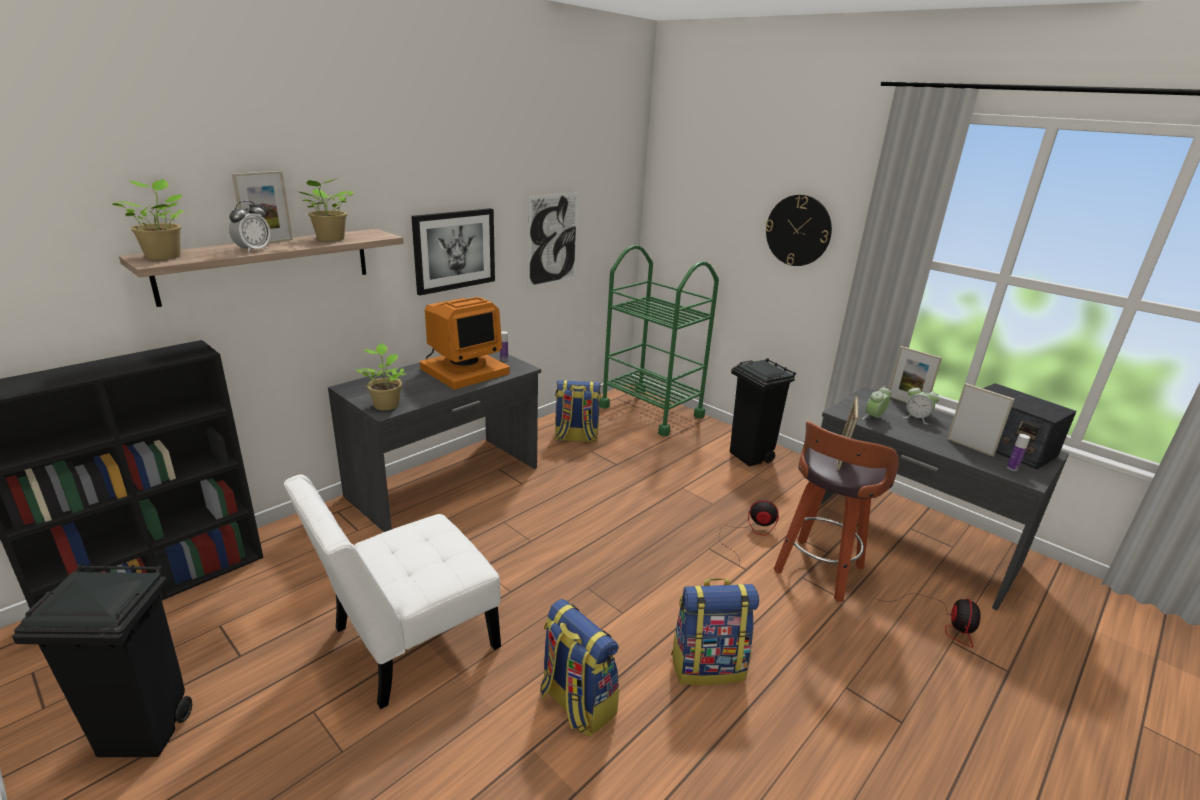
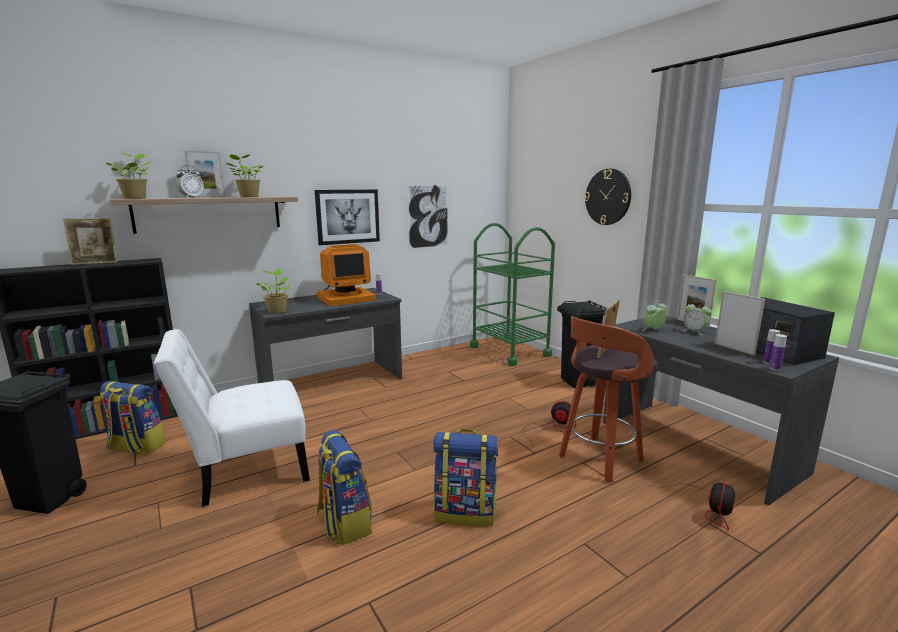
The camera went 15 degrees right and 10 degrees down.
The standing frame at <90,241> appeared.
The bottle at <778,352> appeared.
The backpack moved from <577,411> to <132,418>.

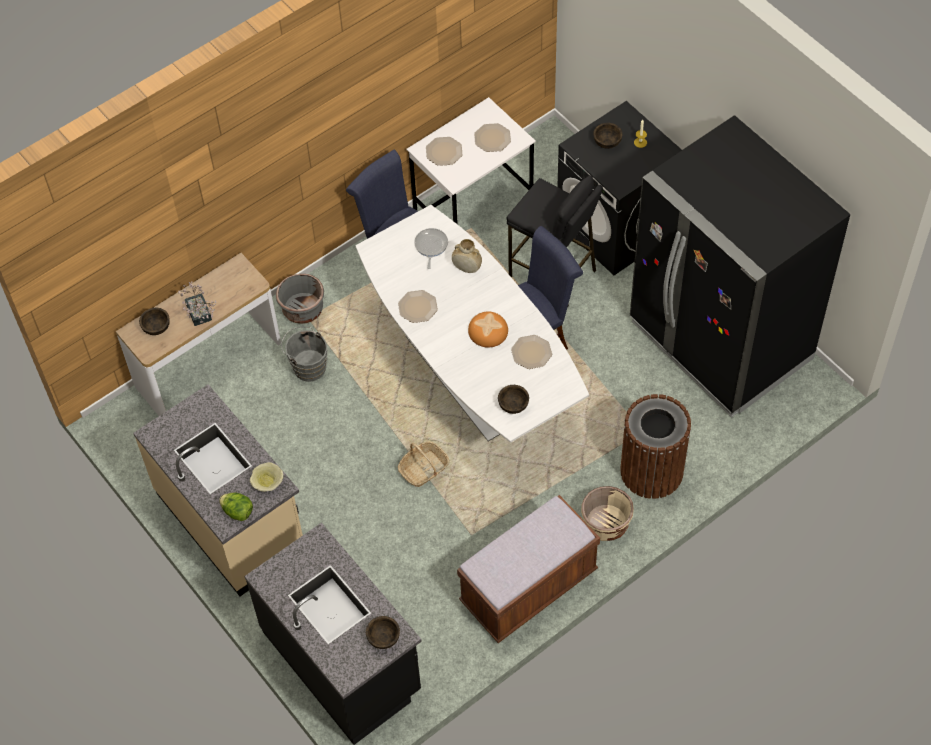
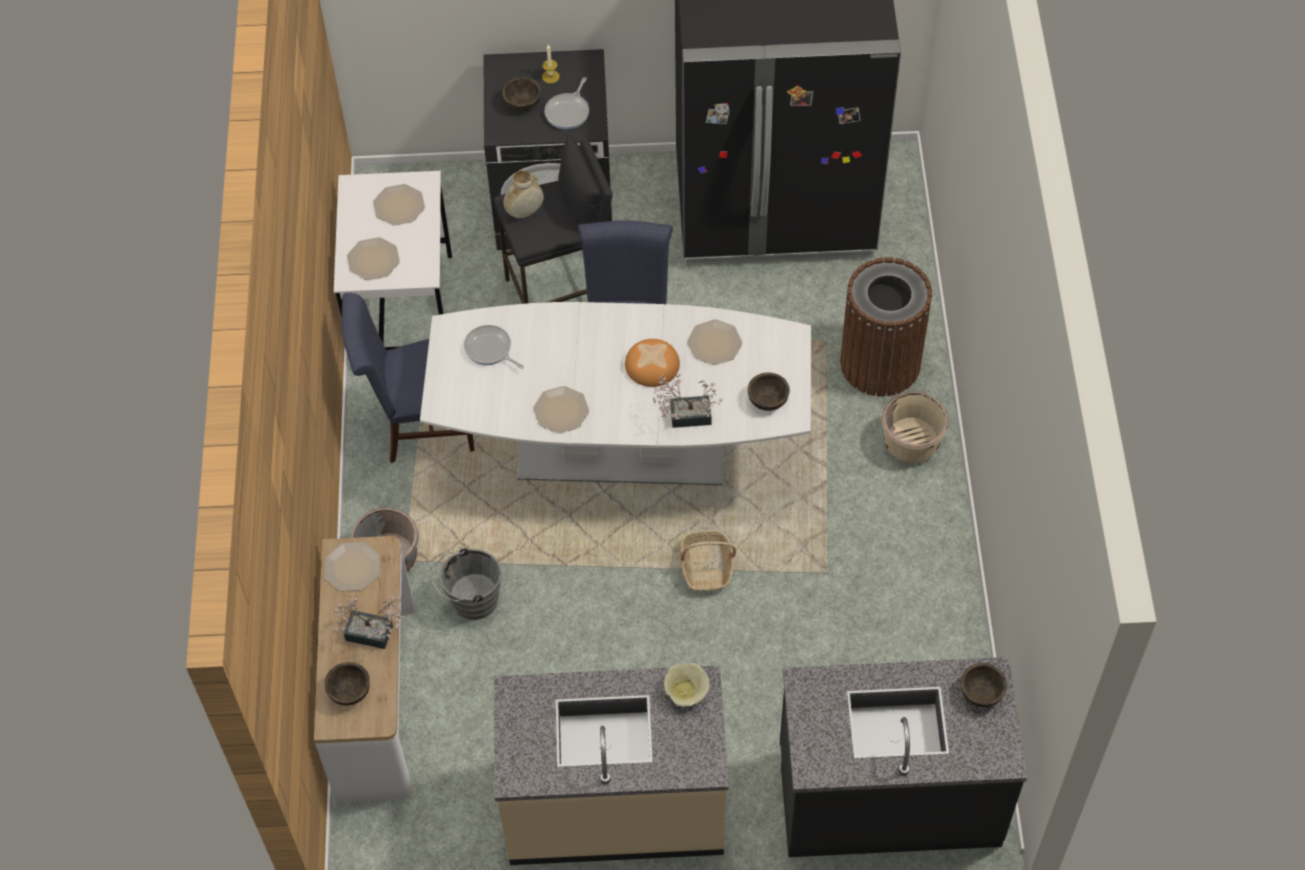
The camera went 55 degrees left and 0 degrees up.
The lettuce head at <236,507> disappeared.
The brown-coloured long seat at <528,569> disappeared.
The plate at <352,566> appeared.
The pan at <566,103> appeared.
The plant in a pot at <687,401> appeared.
The beige flower vase moved from <467,256> to <523,194>.

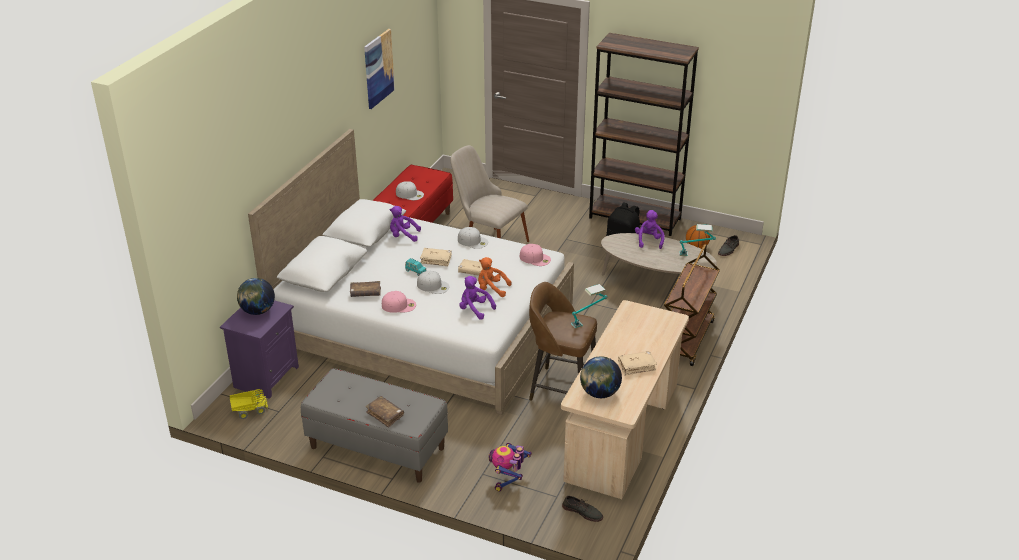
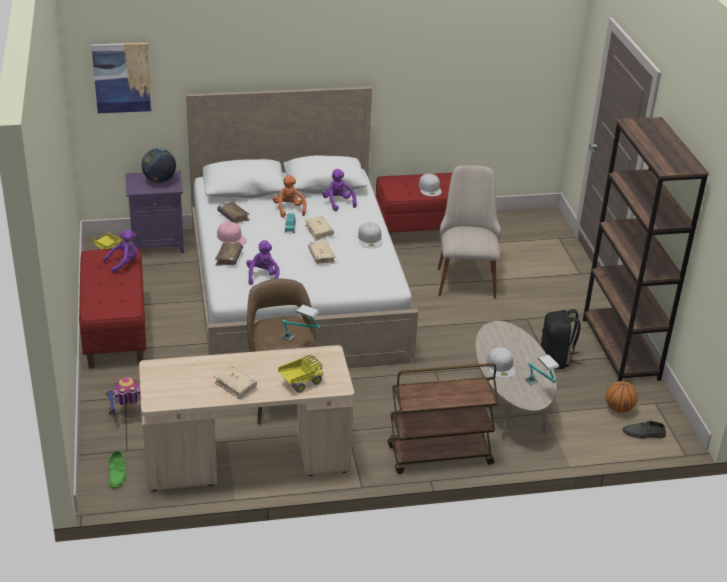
The camera went 55 degrees right and 0 degrees up.
The pink-coloured cap at <535,255> disappeared.
The world globe at <601,377> disappeared.
The model truck at <300,374> appeared.
The wall art moved from <379,69> to <121,78>.
The brown-coloured book moved from <384,412> to <229,254>.
The white cap moved from <433,282> to <501,362>.
The orange-coloured plush toy moved from <495,277> to <289,196>.
The purple plush toy moved from <650,229> to <120,251>.
The gray long seat at <374,425> became the red-coloured long seat at <112,308>.
The gray shoe at <582,509> became the greenish shoe at <117,469>.

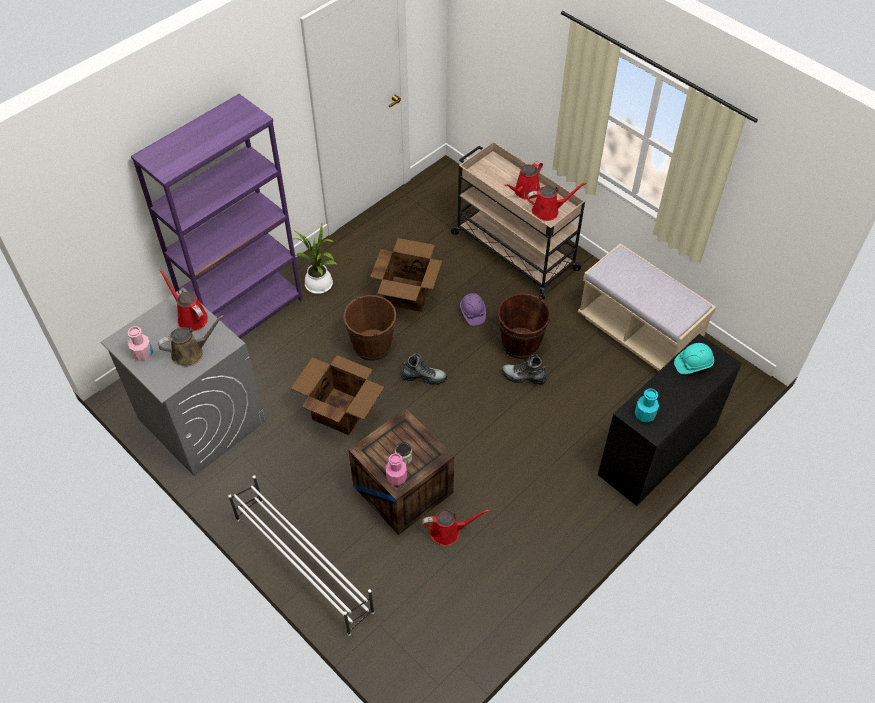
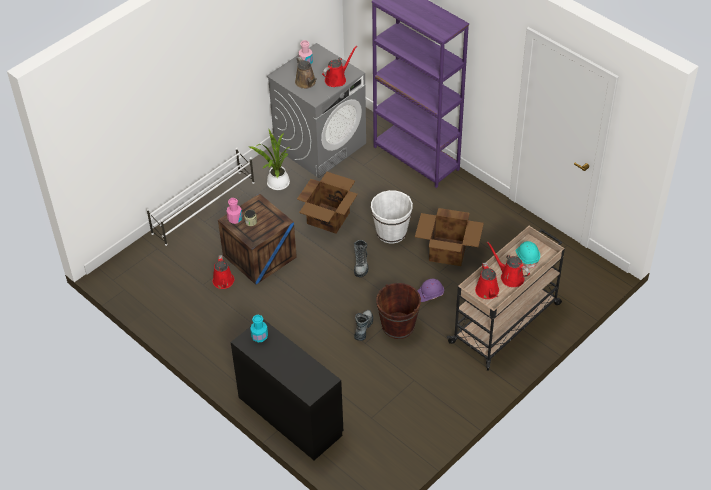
The camera went 90 degrees right and 5 degrees down.
The beige long seat at <647,307> disappeared.
The plant in a pot moved from <314,258> to <270,159>.
The turquoise work helmet moved from <694,358> to <528,254>.
The brown-coloured bucket at <369,328> became the white bucket at <392,216>.

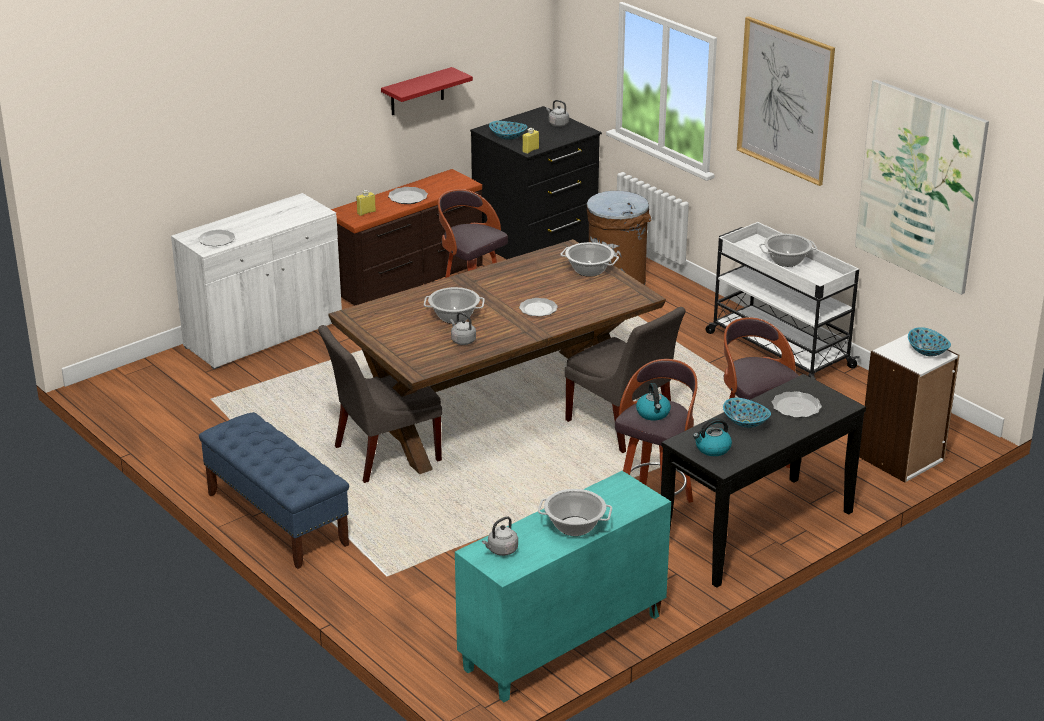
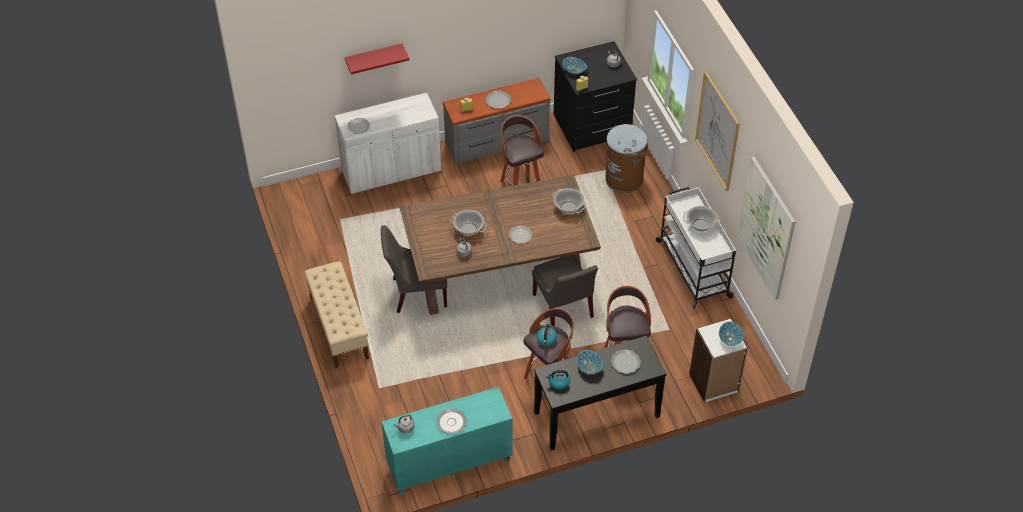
The camera went 20 degrees right and 20 degrees up.
The red-coloured wall shelf moved from <427,91> to <376,59>.
The stockpot at <575,512> was replaced by the plate at <451,421>.
The bluish long seat at <274,490> became the beige long seat at <336,314>.
The brown-coloured dresser at <407,237> became the gray dresser at <497,121>.

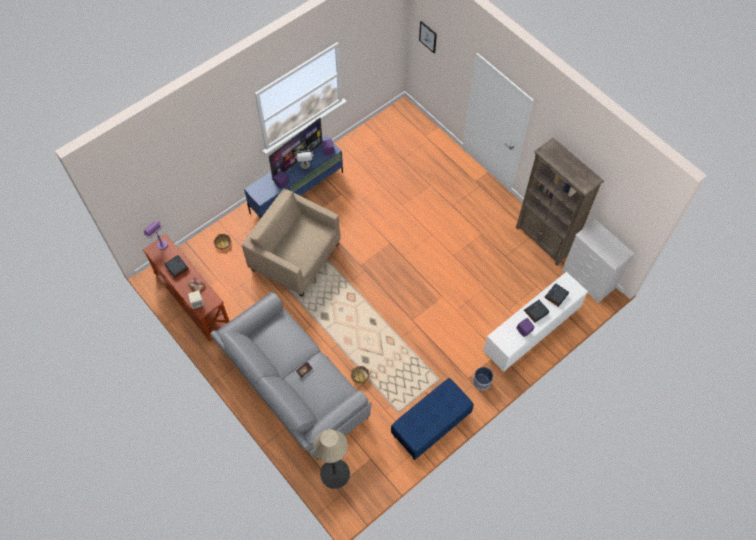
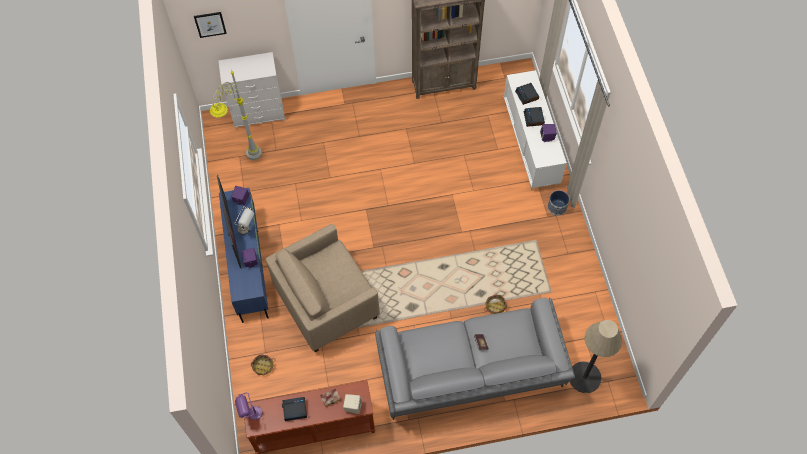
The camera went 60 degrees left and 0 degrees up.
The bluish long seat at <432,419> disappeared.
The gray standard lamp at <236,114> appeared.
The white dresser moved from <598,261> to <251,91>.

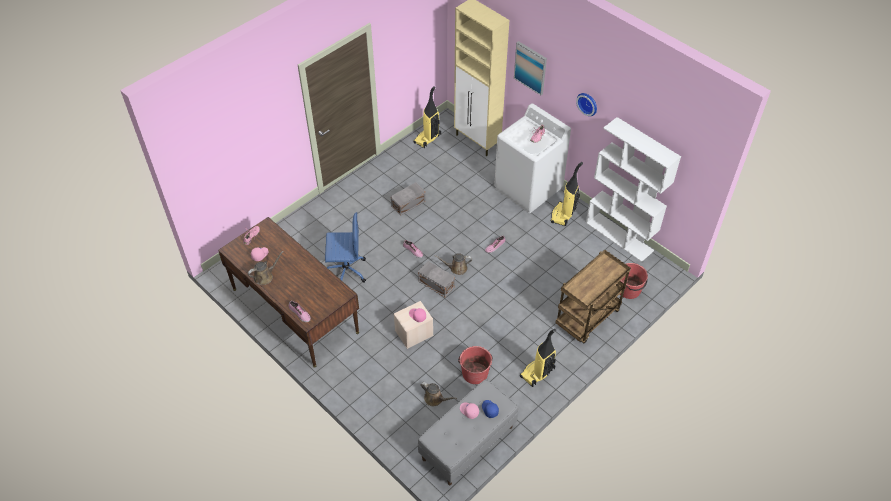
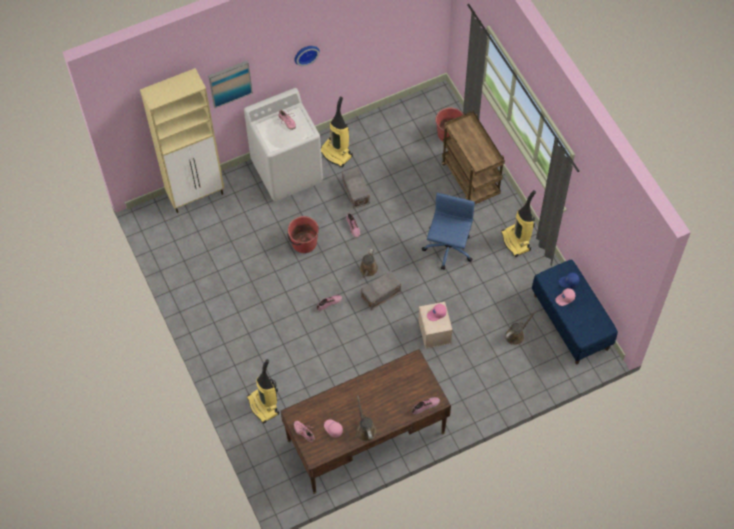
The camera went 70 degrees left and 10 degrees up.
The white bookshelf at <633,189> disappeared.
The bluish computer chair moved from <345,247> to <448,231>.
The gray storage container moved from <408,199> to <356,188>.
The vacuum moved from <427,117> to <263,391>.
The red-coloured bucket moved from <475,365> to <303,234>.
The gray long seat at <468,432> became the bluish long seat at <575,311>.

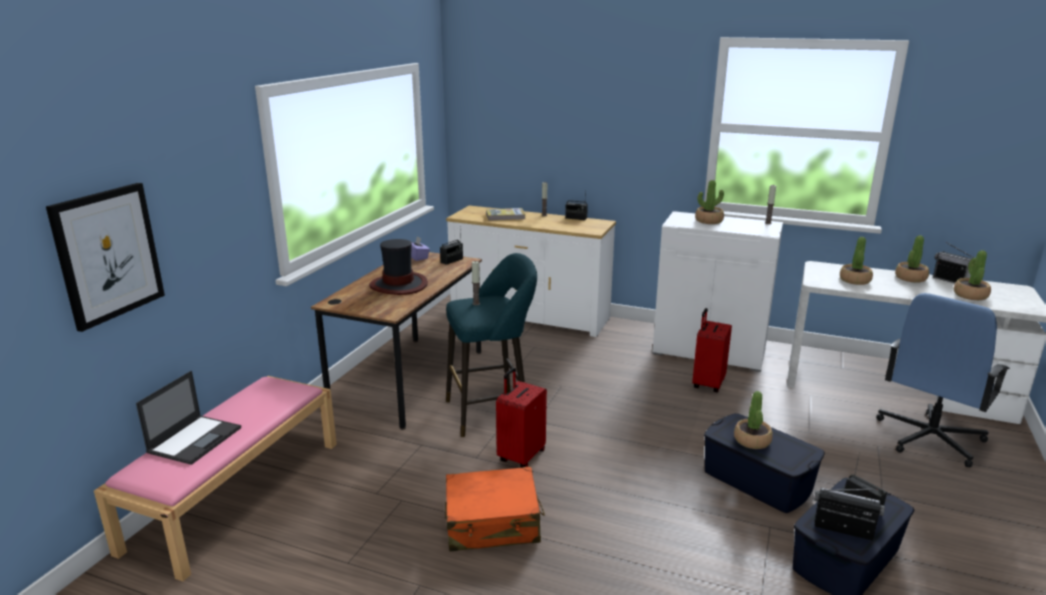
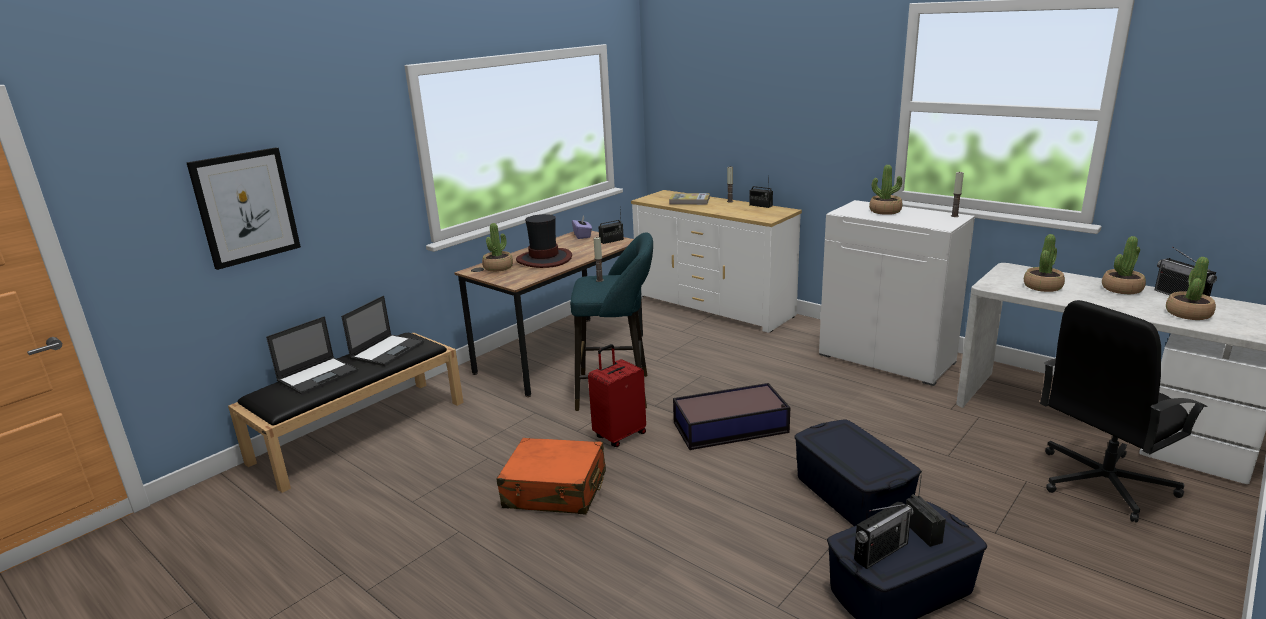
The camera went 20 degrees right and 0 degrees up.
The red-coloured suitcase at <712,350> disappeared.
The notebook computer at <382,331> appeared.
The storage container at <731,416> appeared.
The plant in a pot moved from <753,420> to <497,247>.
The pink-coloured long seat at <215,478> became the black-coloured long seat at <346,412>.
The bluish computer chair at <943,380> became the black-coloured computer chair at <1123,411>.
The radio set at <849,514> turned 105 degrees clockwise.

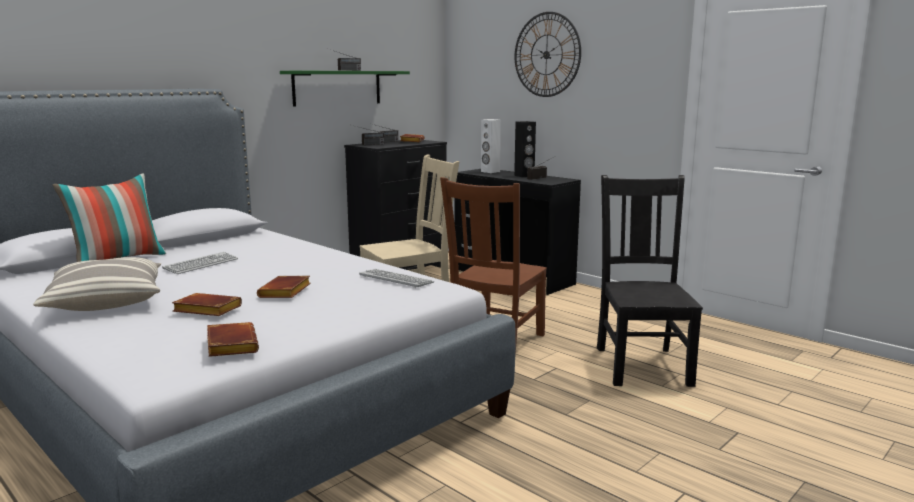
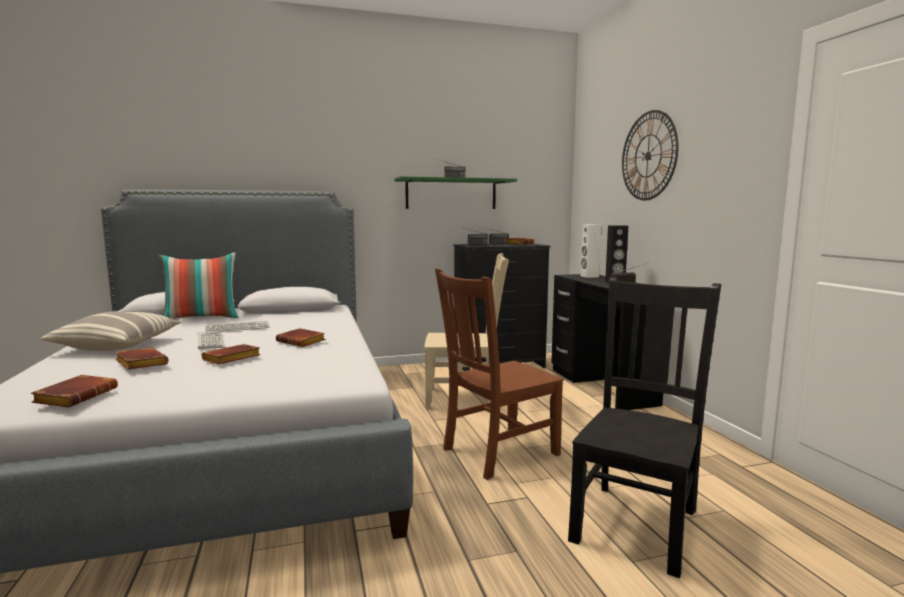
The camera went 30 degrees right and 5 degrees down.
The brown-coloured book at <300,337> appeared.
The PC keyboard moved from <396,278> to <211,340>.

